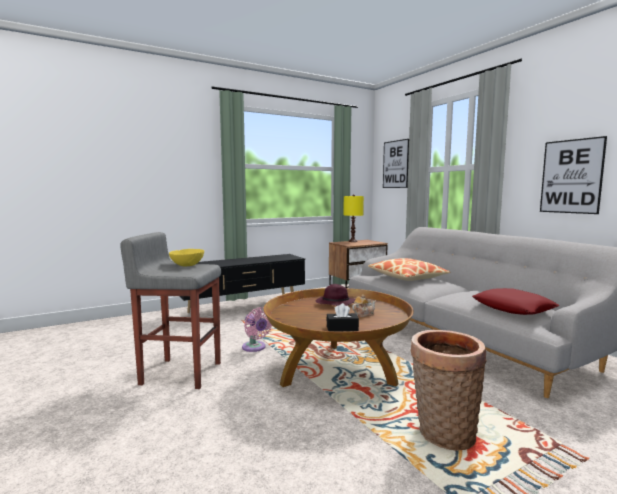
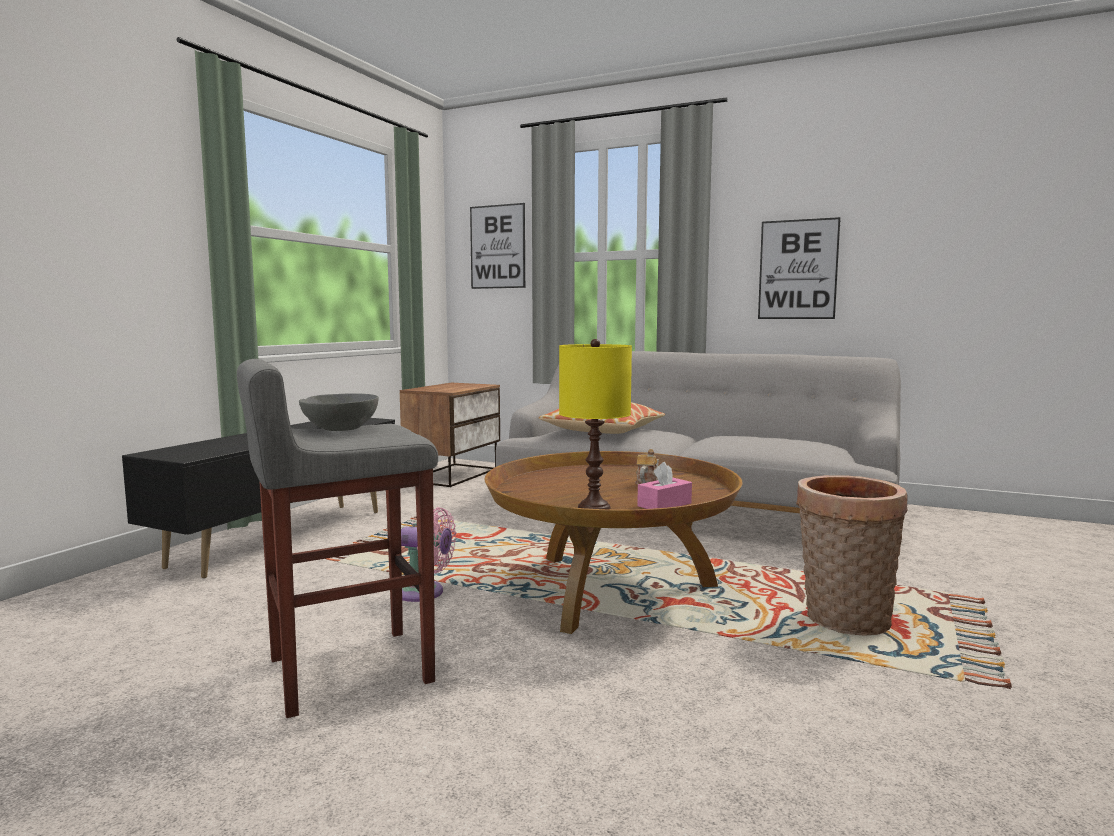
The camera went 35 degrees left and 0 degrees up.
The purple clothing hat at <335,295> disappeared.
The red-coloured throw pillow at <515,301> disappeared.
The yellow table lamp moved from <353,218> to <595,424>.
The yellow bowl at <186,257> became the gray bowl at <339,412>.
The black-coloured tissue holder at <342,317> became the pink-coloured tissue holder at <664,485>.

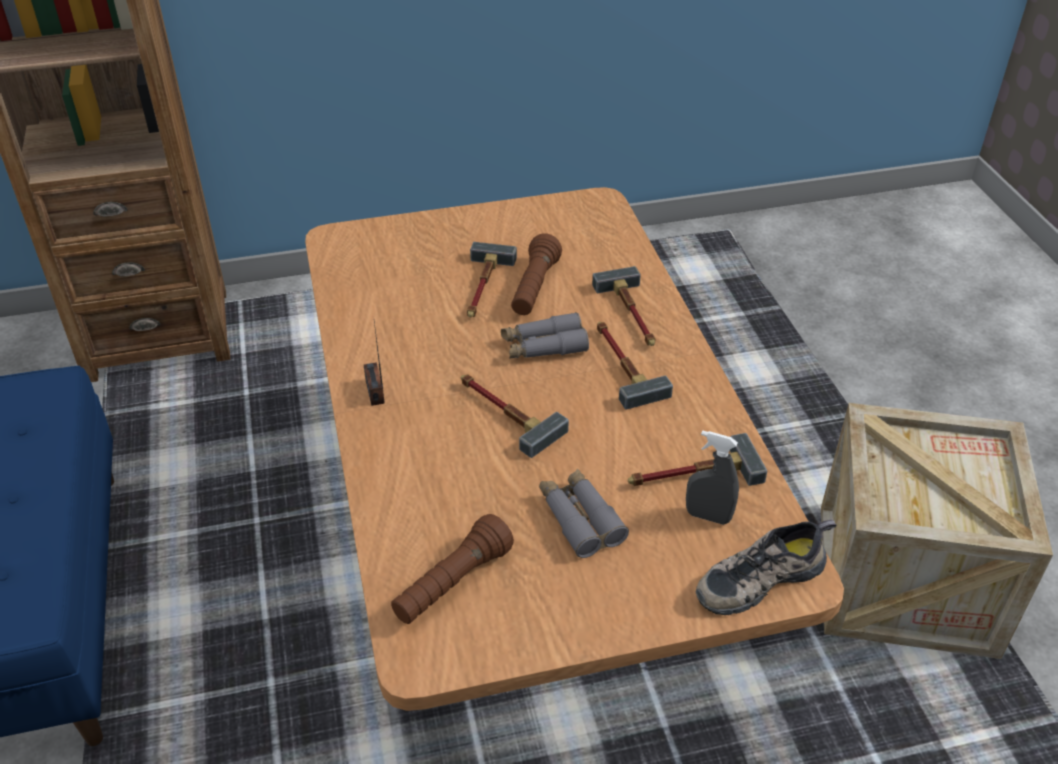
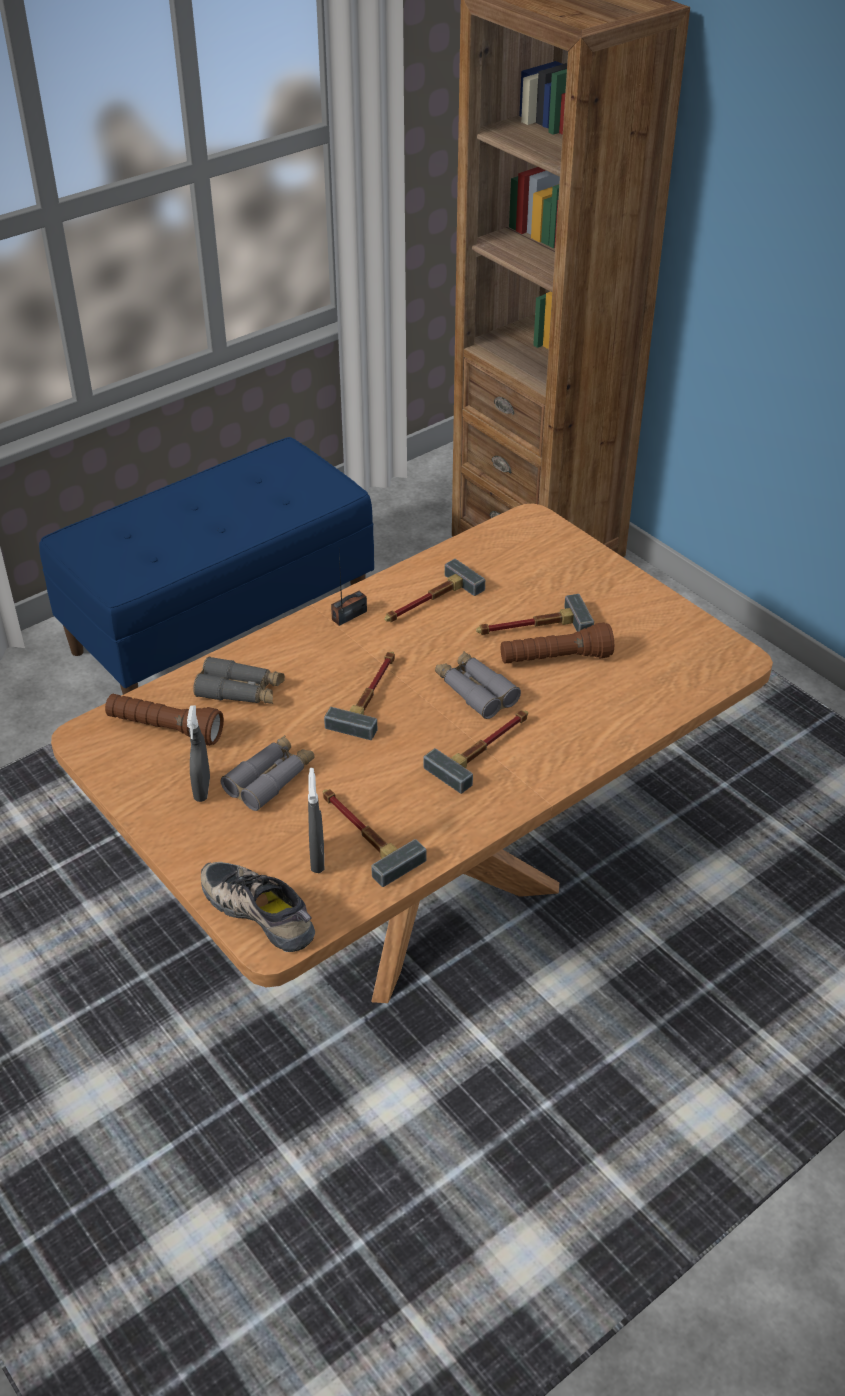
The camera went 65 degrees right and 0 degrees up.
The shipping crate at <937,531> disappeared.
The gray sprayer at <198,754> appeared.
The gray field glasses at <239,680> appeared.
The hand hammer moved from <624,306> to <435,590>.

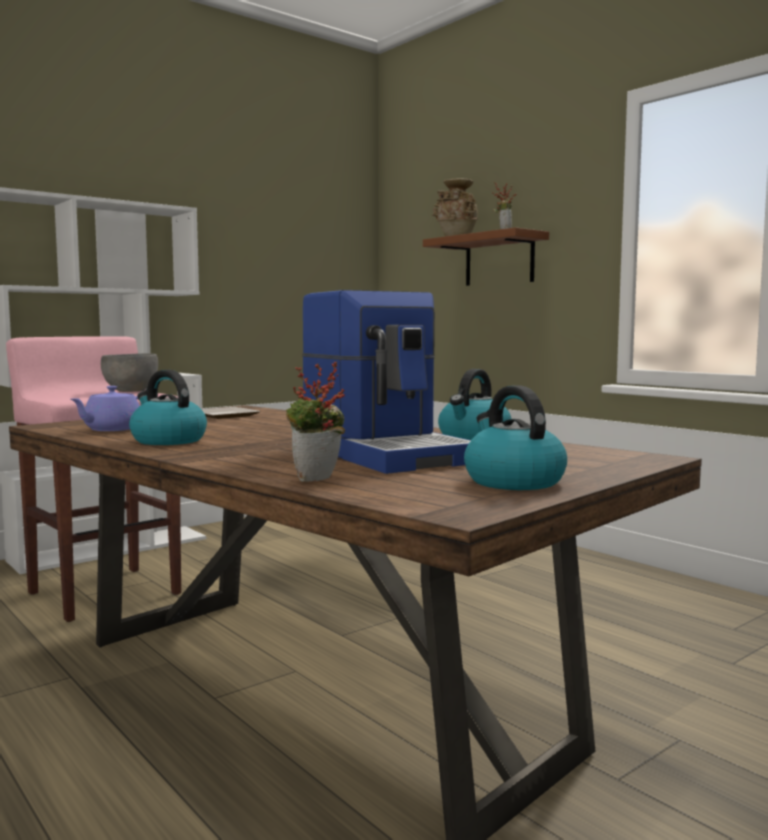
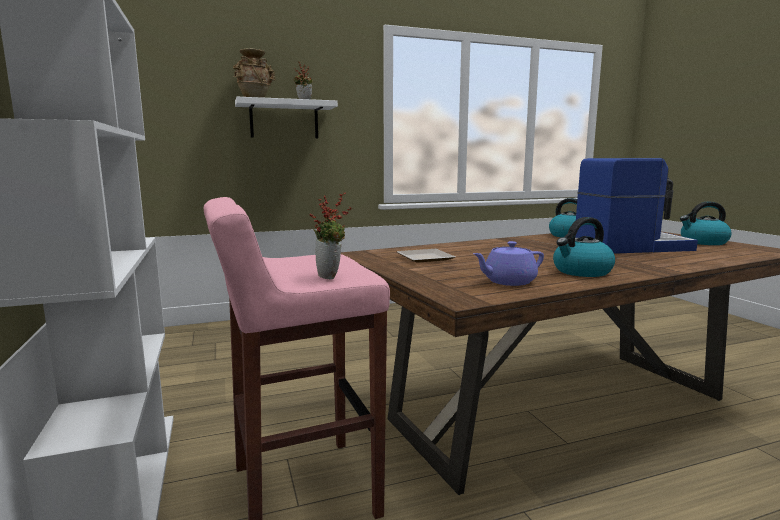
The camera went 70 degrees left and 5 degrees up.
The gray bowl at <129,372> disappeared.
The plant in a pot moved from <315,422> to <330,235>.
The brown-coloured wall shelf at <486,256> became the white wall shelf at <286,117>.
The purple tea pot at <105,408> turned 105 degrees clockwise.

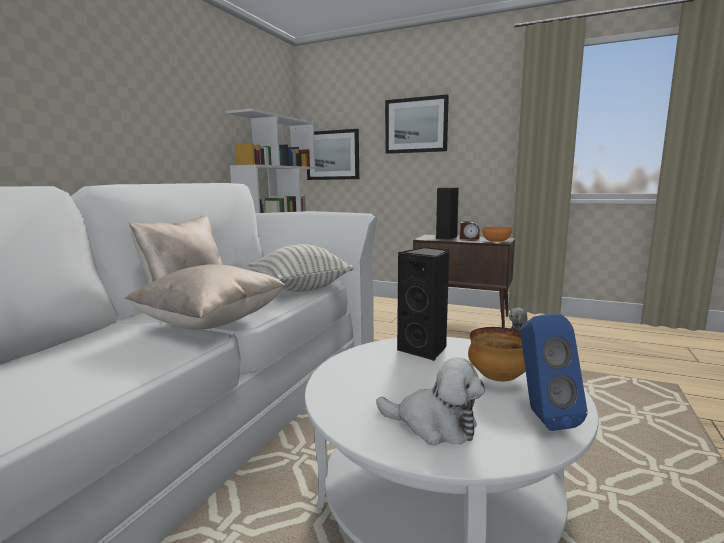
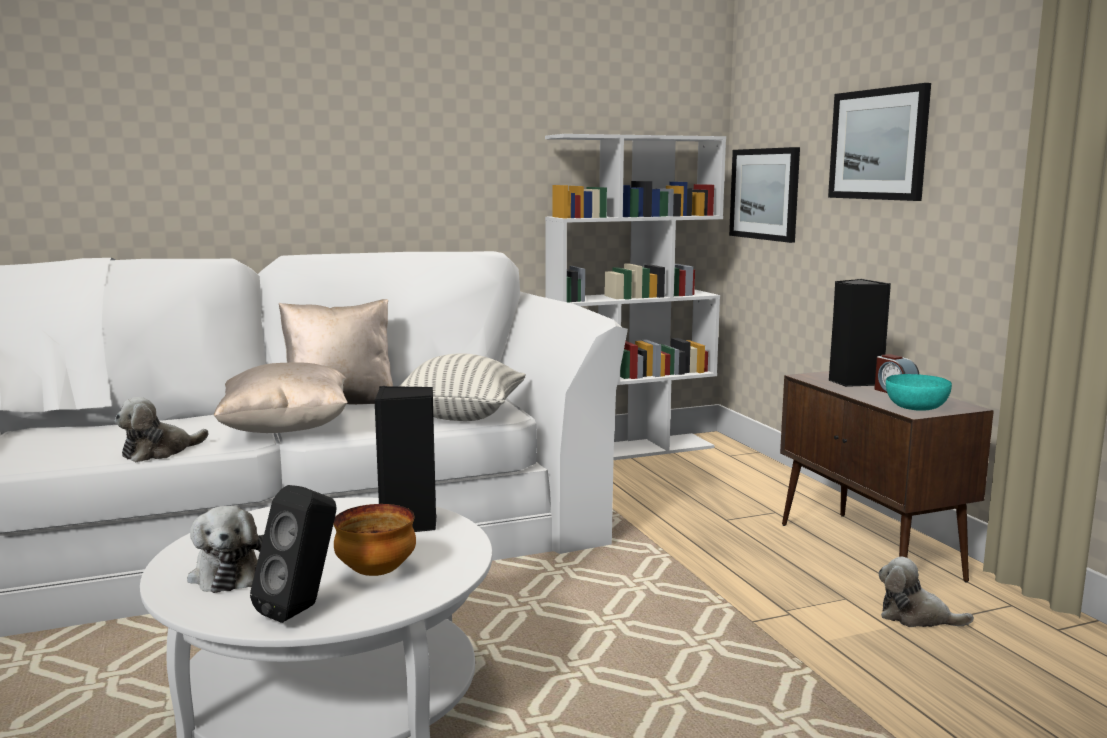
The camera went 45 degrees right and 0 degrees up.
The plush toy at <161,429> appeared.
The orange-coloured bowl at <497,234> became the turquoise bowl at <919,392>.
The bluish speaker at <554,372> became the black-coloured speaker at <293,554>.

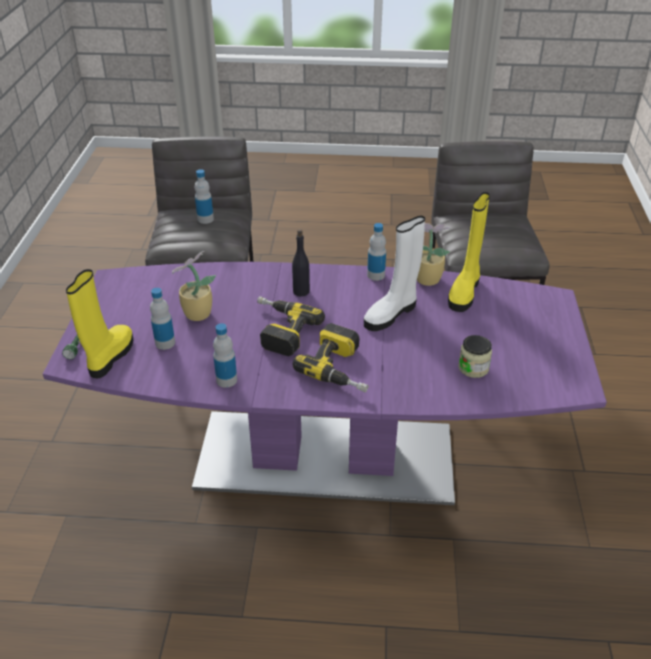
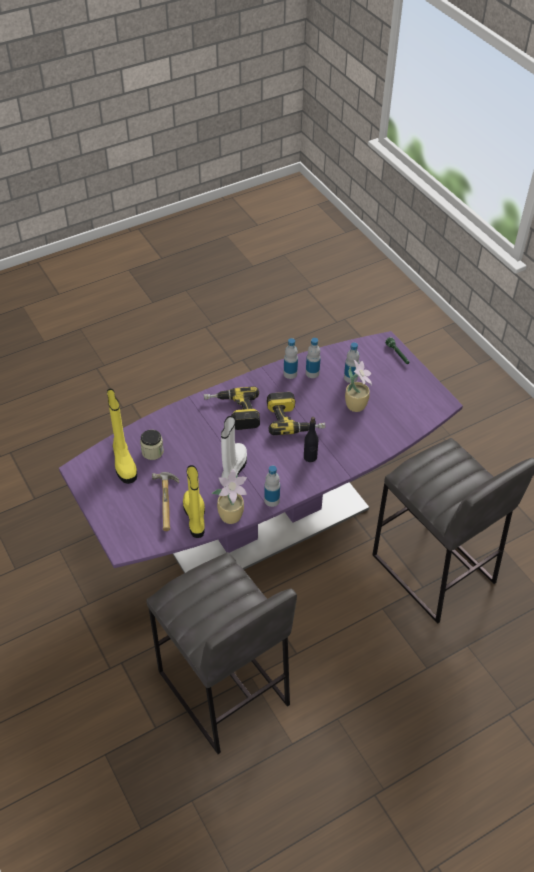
The camera went 145 degrees right and 10 degrees up.
The hand hammer at <165,501> appeared.
The yellow tall boot moved from <99,323> to <122,436>.
The bottle moved from <204,196> to <313,358>.

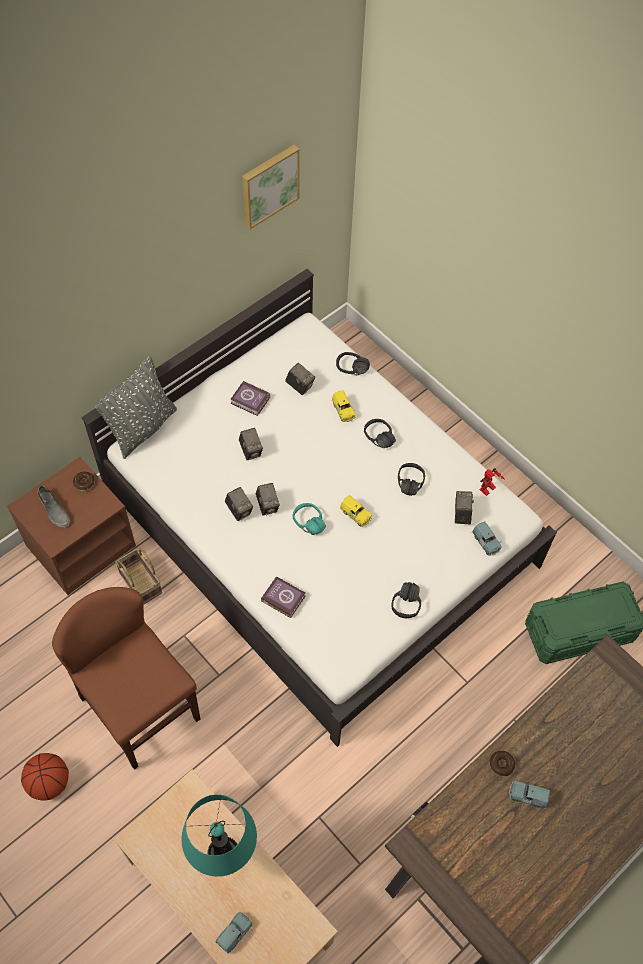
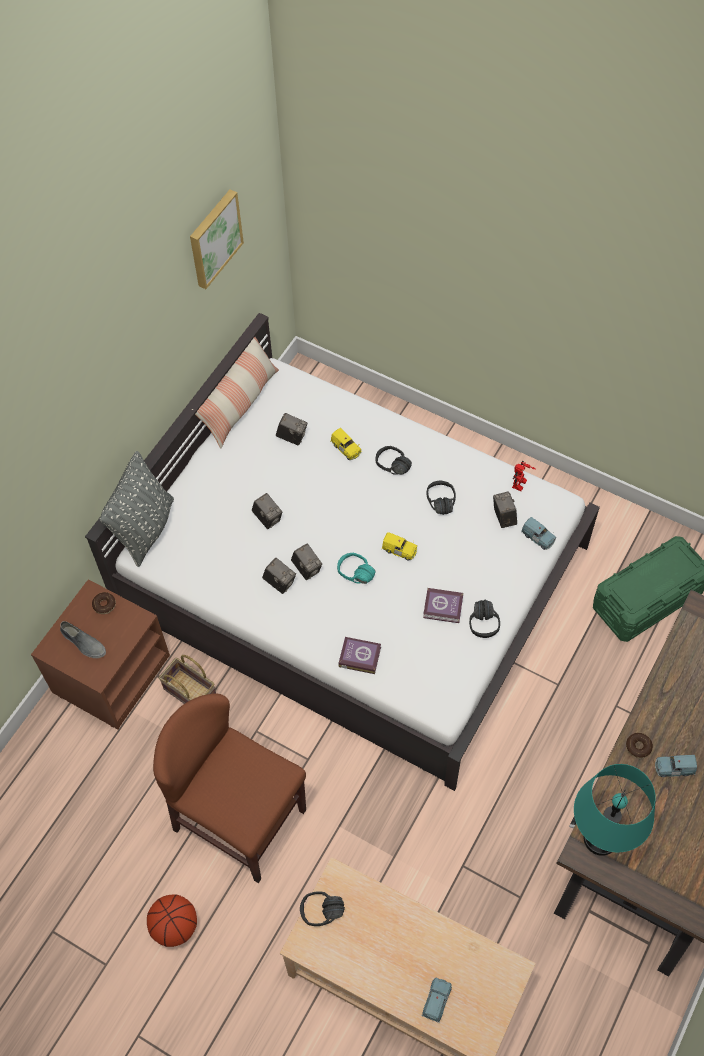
The camera went 15 degrees left and 0 degrees up.
The throw pillow at <235,393> appeared.
The turquoise table lamp moved from <219,835> to <614,810>.
The book moved from <250,398> to <443,605>.
The black-coloured headset moved from <353,363> to <322,908>.

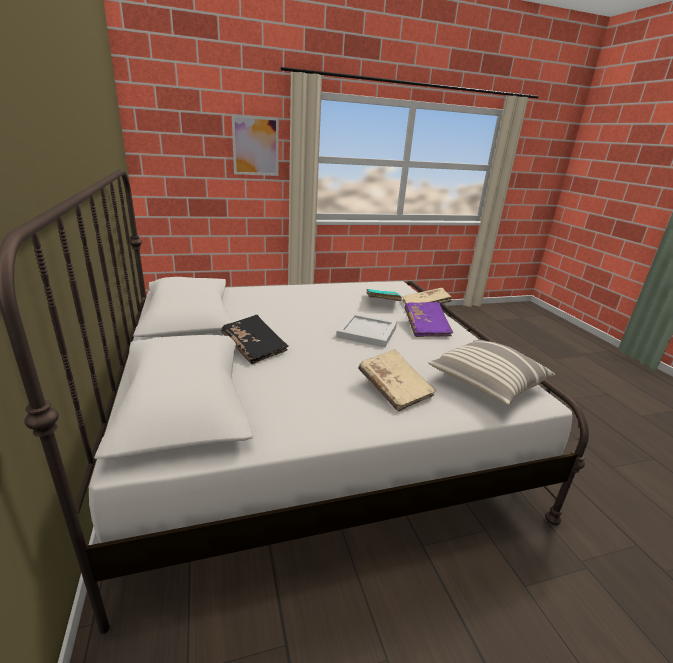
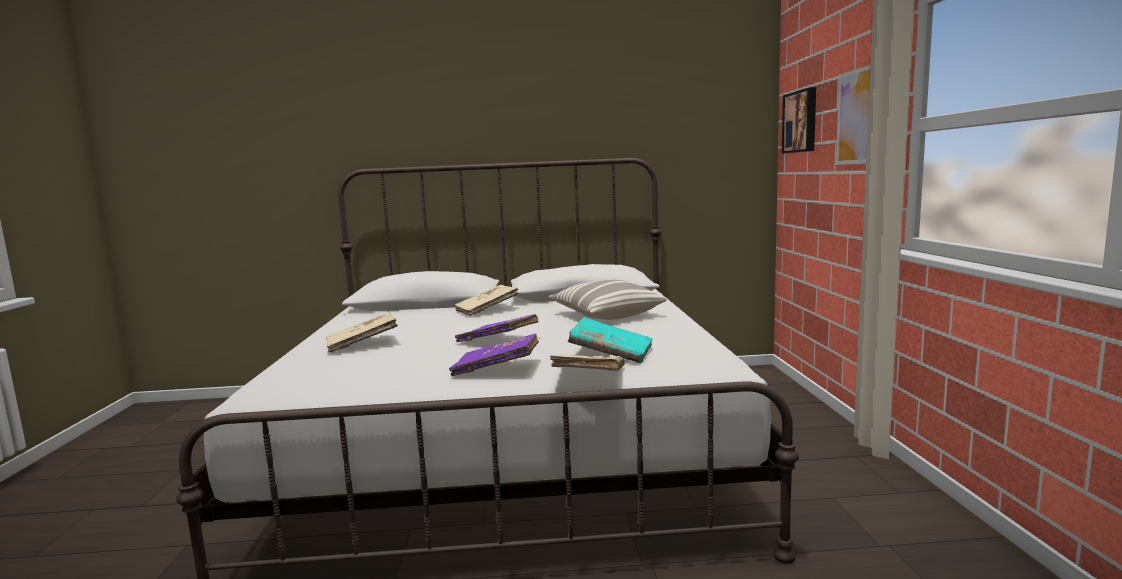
The camera went 105 degrees right and 15 degrees down.
The wall art at <799,120> appeared.
The throw pillow moved from <491,372> to <608,299>.
The white serving tray at <366,330> was replaced by the purple book at <497,328>.
The black-coloured book at <255,339> became the beige book at <487,300>.

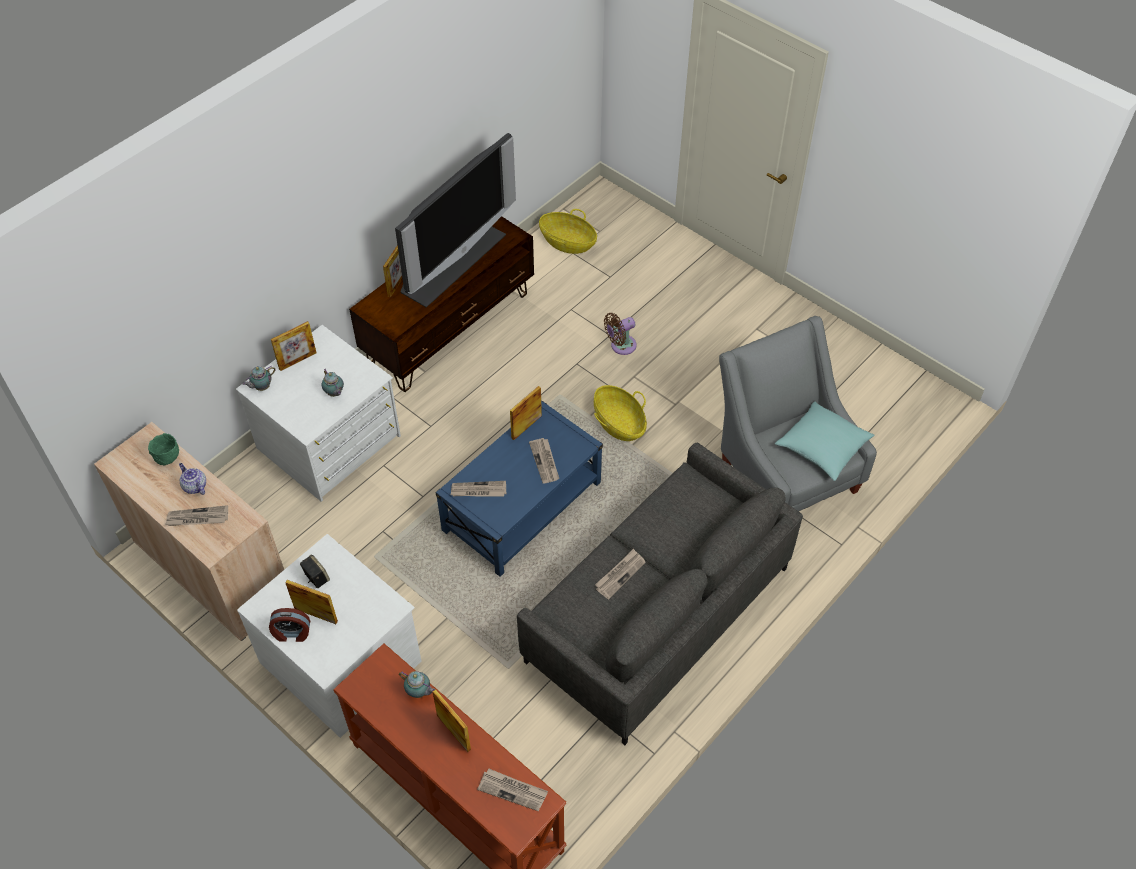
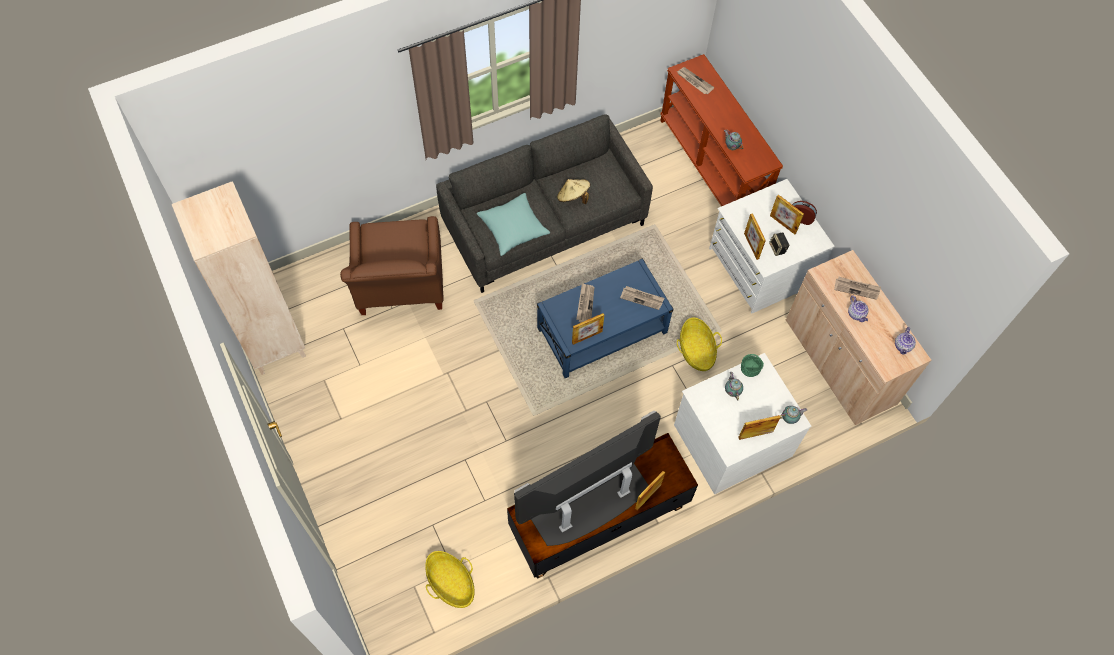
The camera went 160 degrees left and 10 degrees up.
The brown-coloured fan at <620,334> disappeared.
The beige bookshelf at <239,278> appeared.
The tea pot at <905,341> appeared.
The greenish bowl moved from <163,449> to <752,365>.
The standing frame moved from <452,720> to <755,236>.
The basket moved from <620,413> to <699,344>.
The turquoise throw pillow moved from <825,441> to <513,224>.
The newspaper at <620,574> was replaced by the beige clothing hat at <573,191>.
The gray armchair at <798,413> became the brown-coloured armchair at <392,265>.

